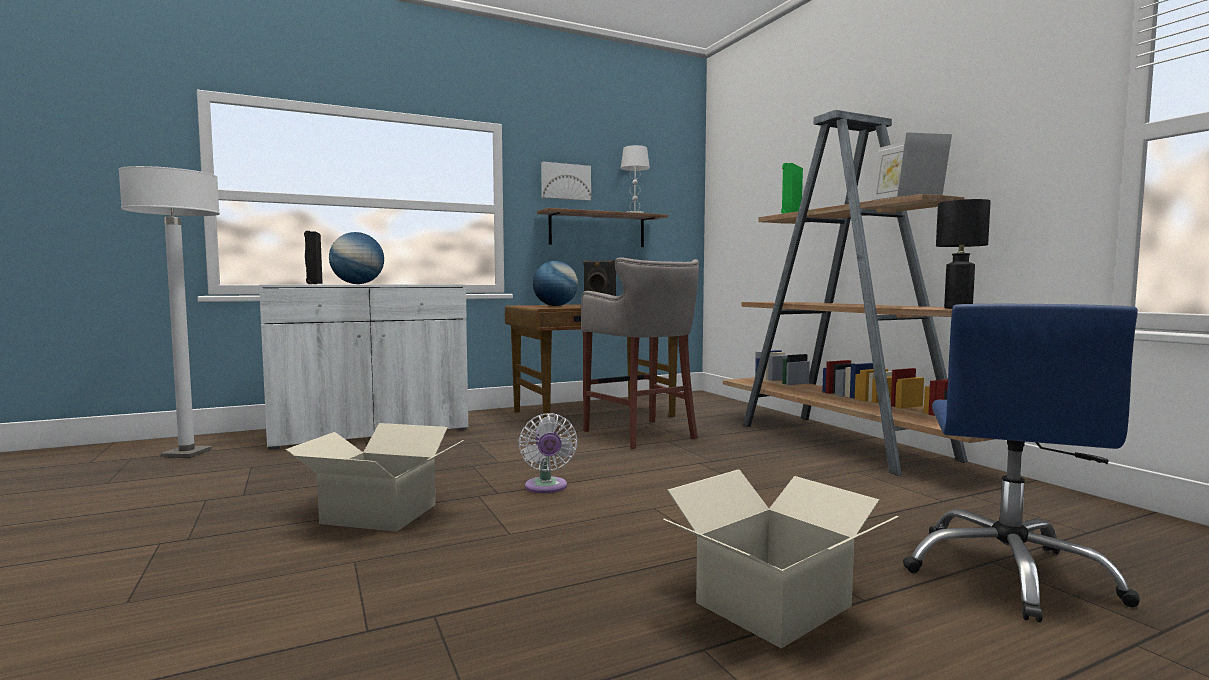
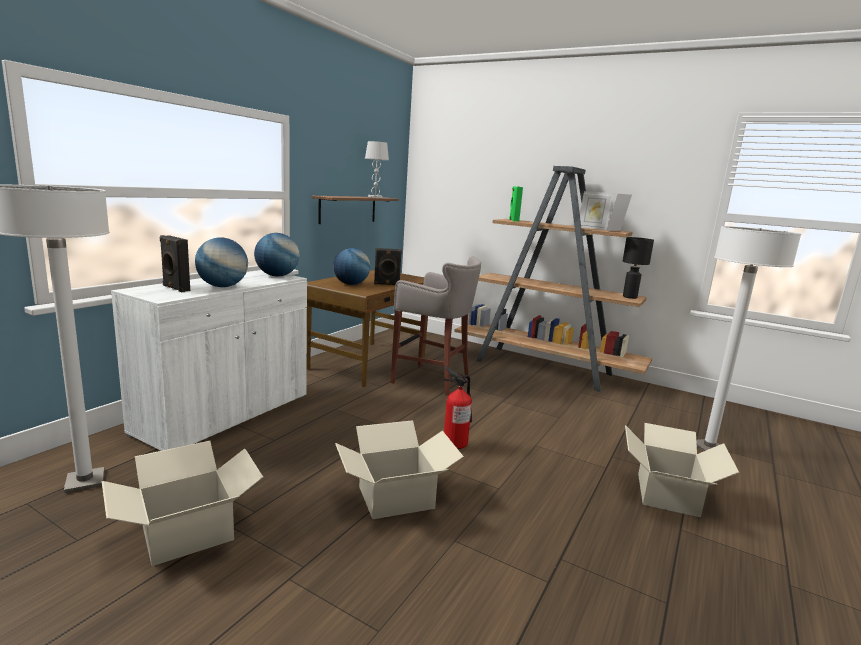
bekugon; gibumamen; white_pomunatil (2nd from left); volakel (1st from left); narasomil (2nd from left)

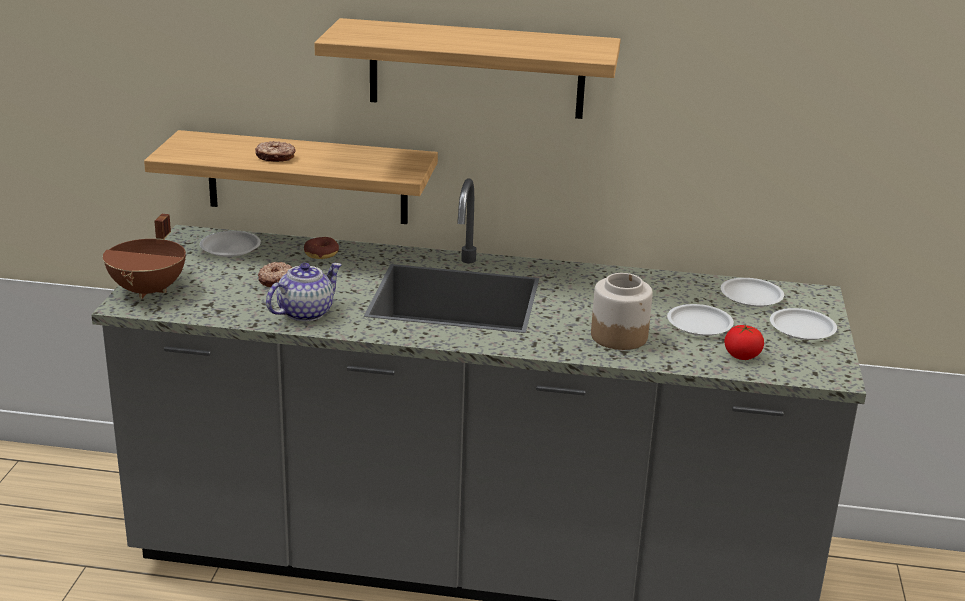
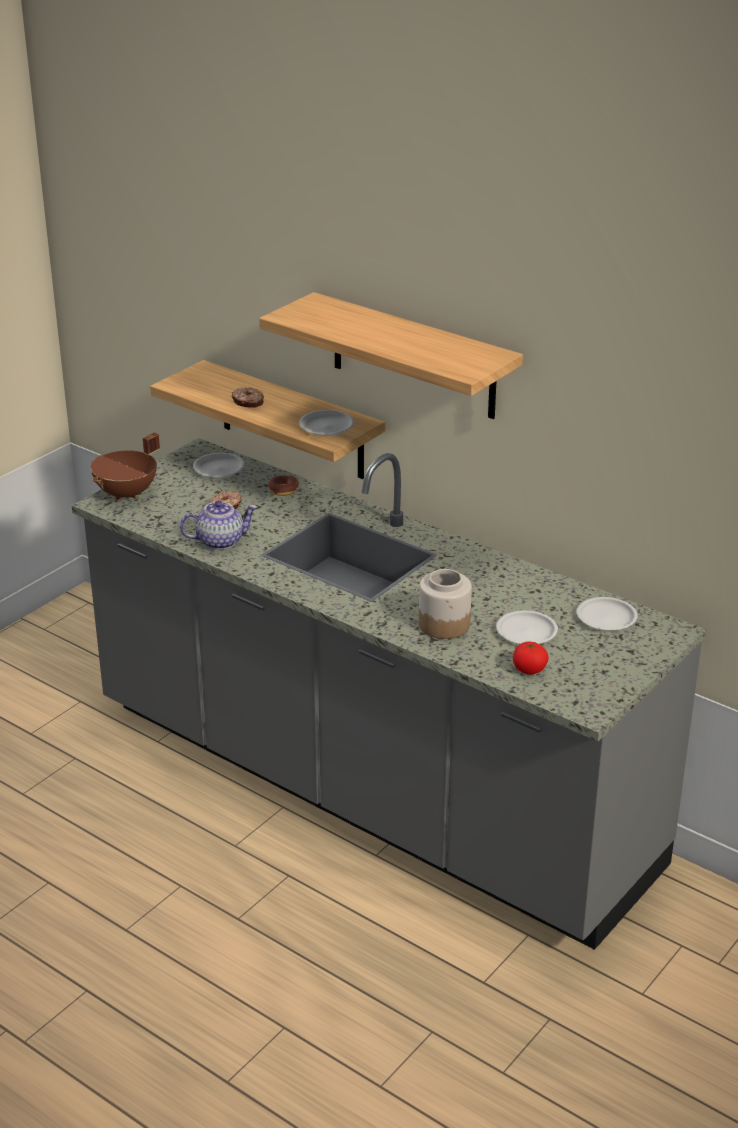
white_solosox (2nd from left)

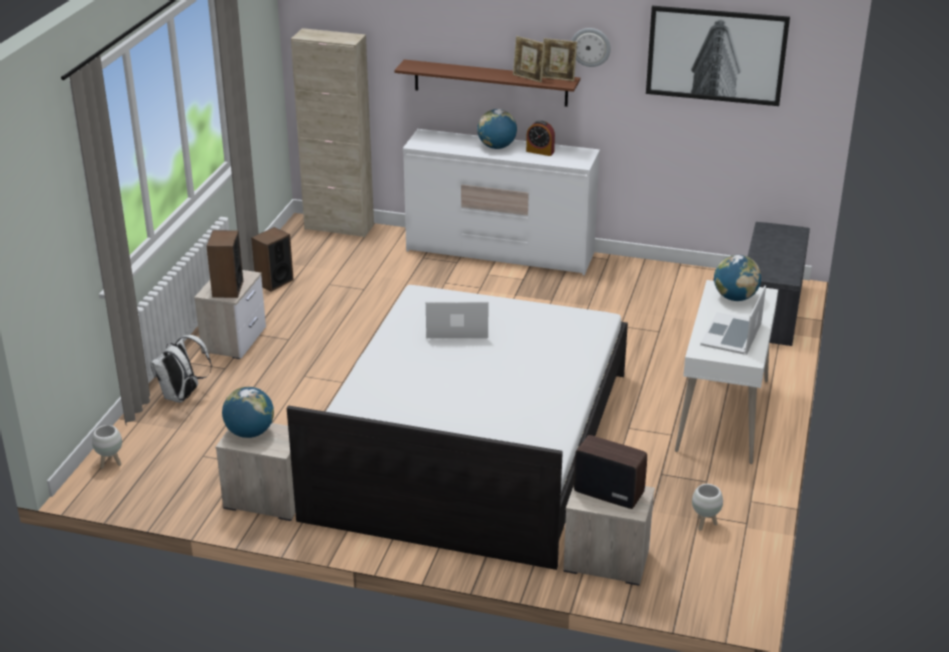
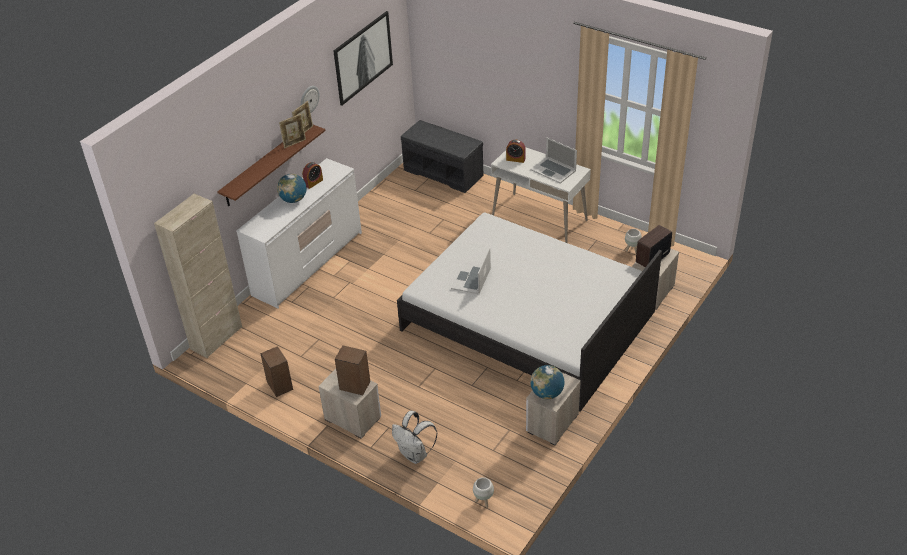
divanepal (2nd from left)

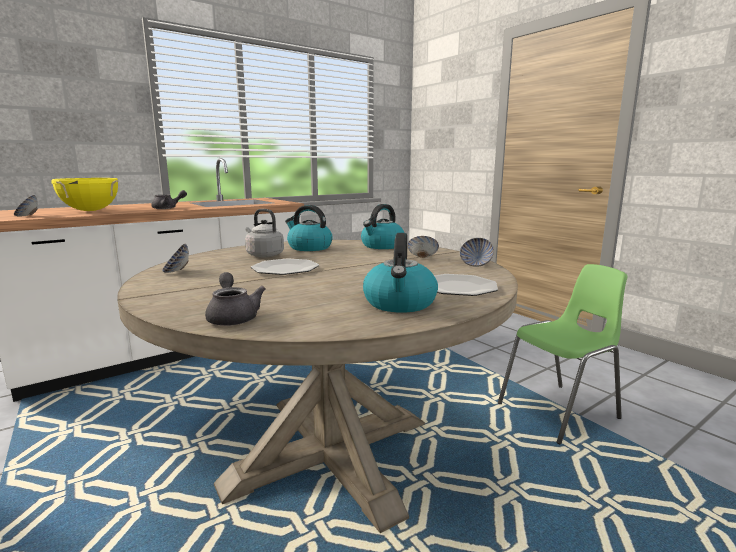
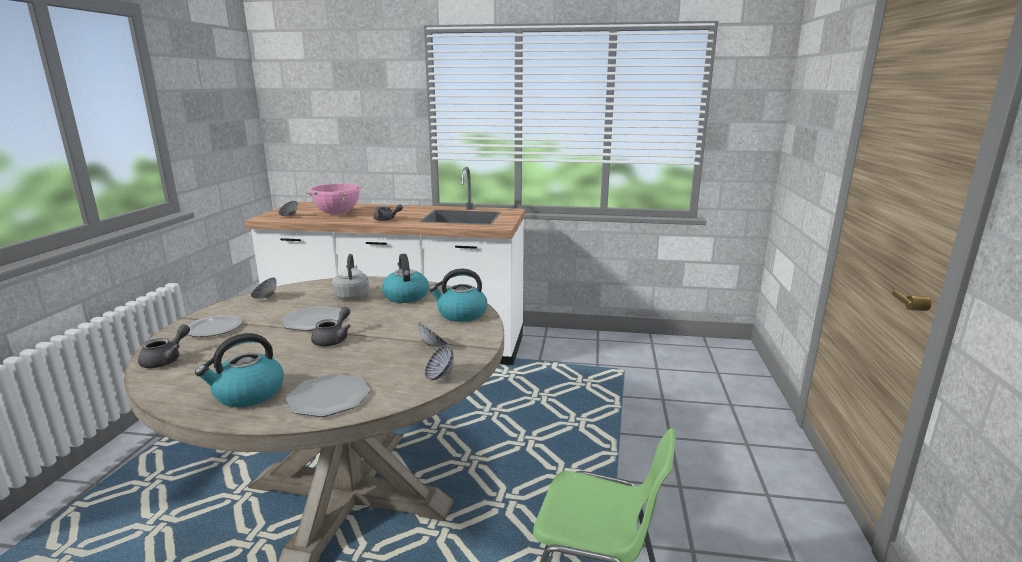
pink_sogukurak; solosox (1st from left); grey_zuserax (2nd from left)

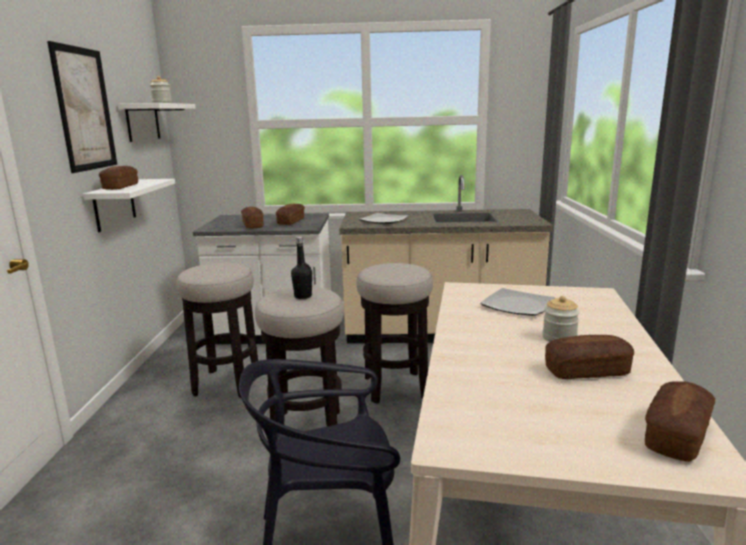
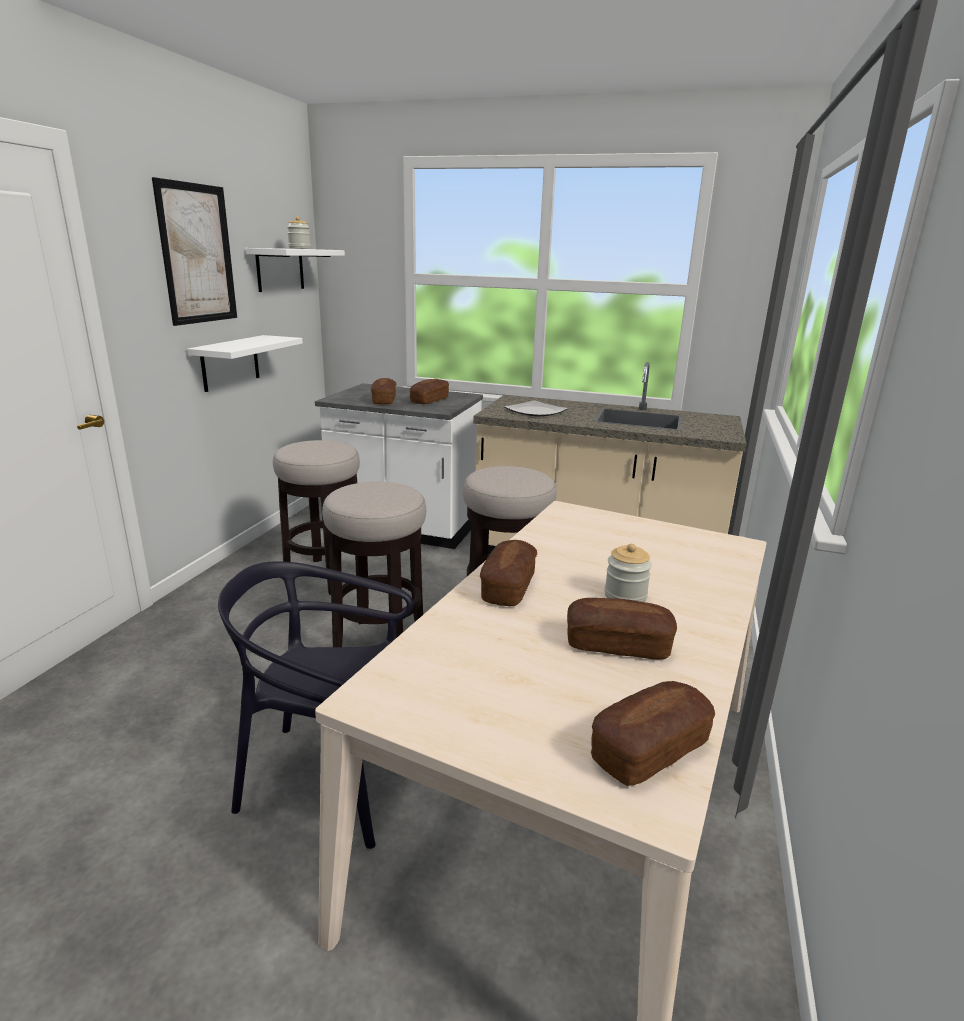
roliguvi (3rd from left); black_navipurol; solosox (2nd from left in the first image)

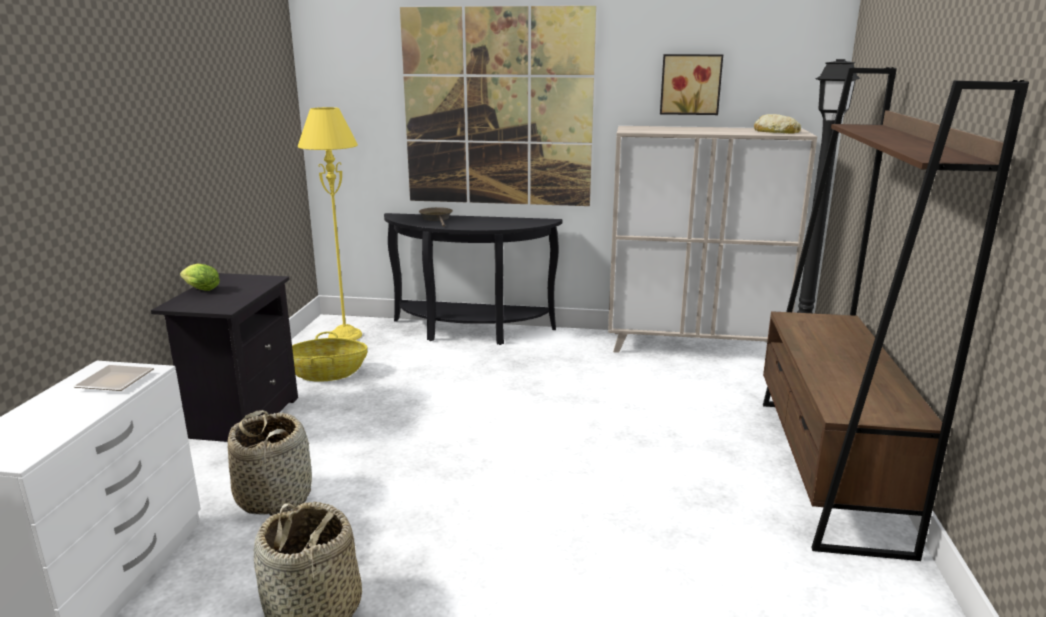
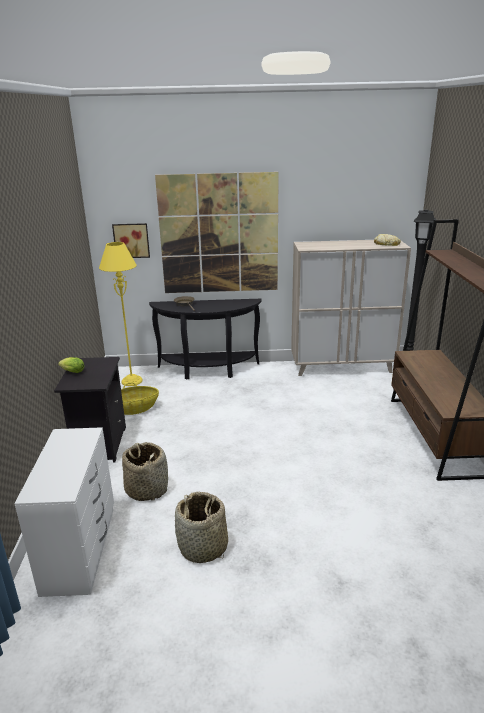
solosox; gibumamen (1st from left)

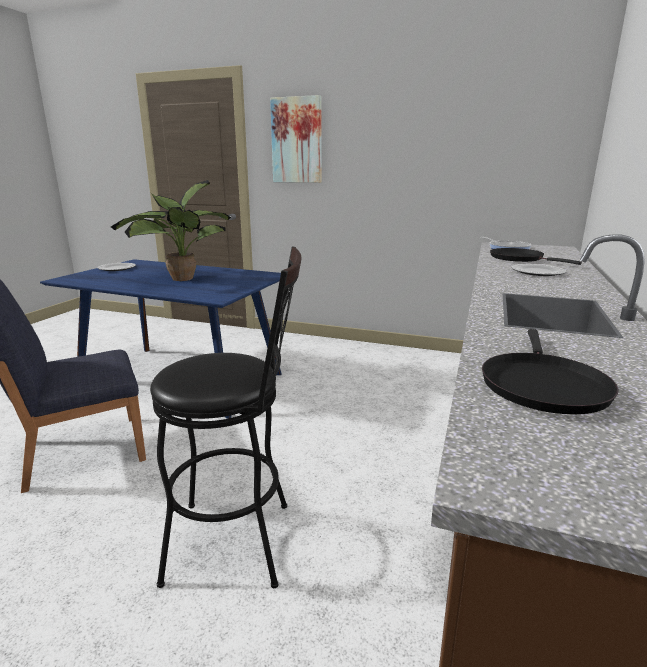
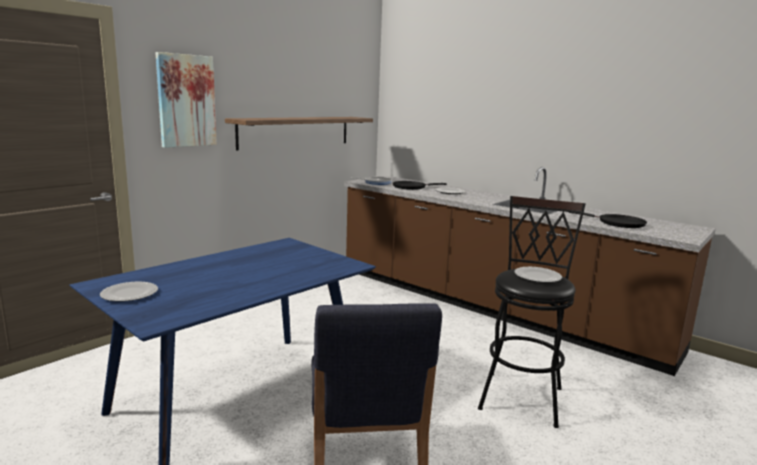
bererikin; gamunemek; solosox (3rd from left)

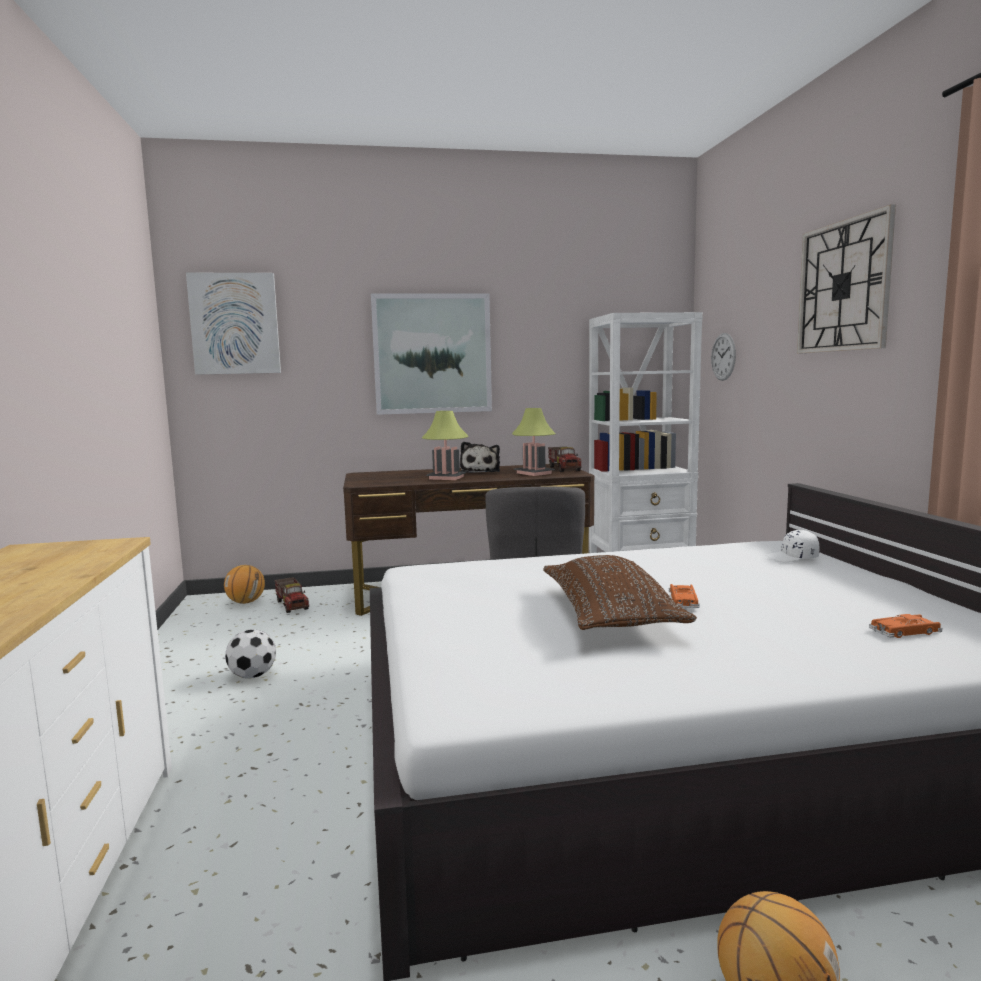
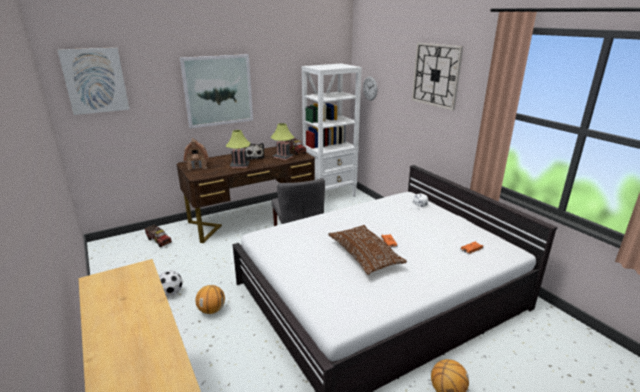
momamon (1st from left); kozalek

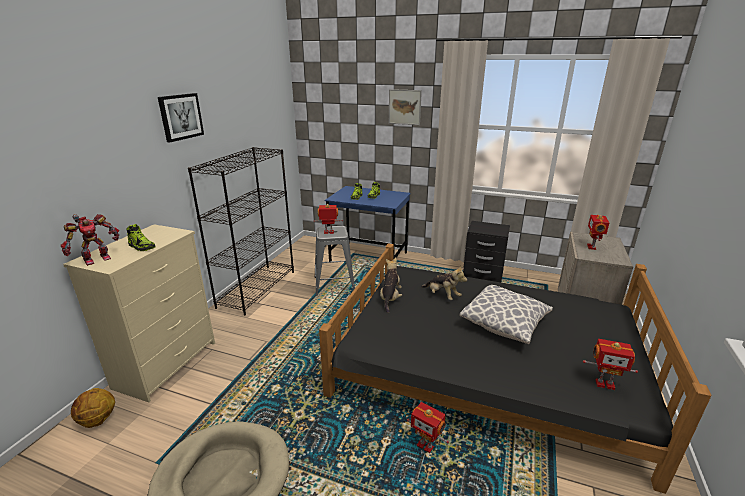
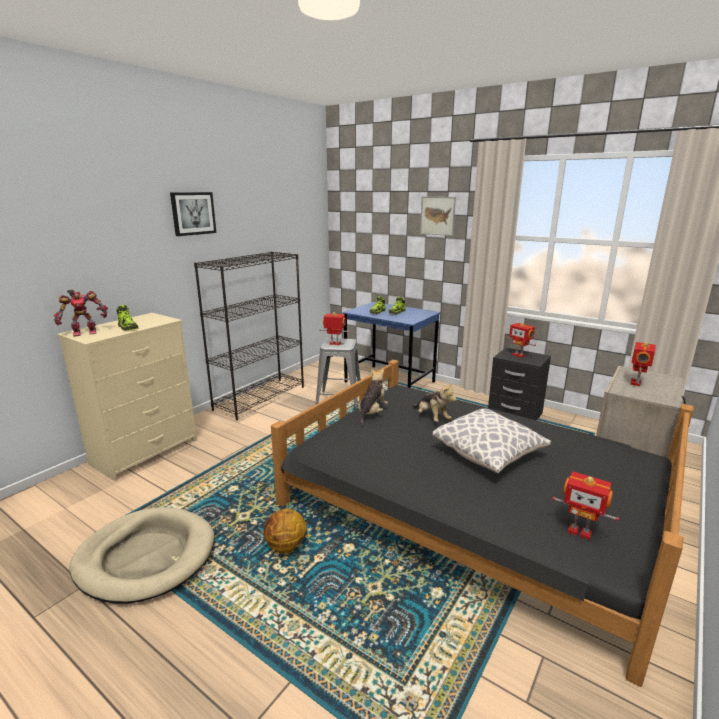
momamon; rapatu (3rd from left)

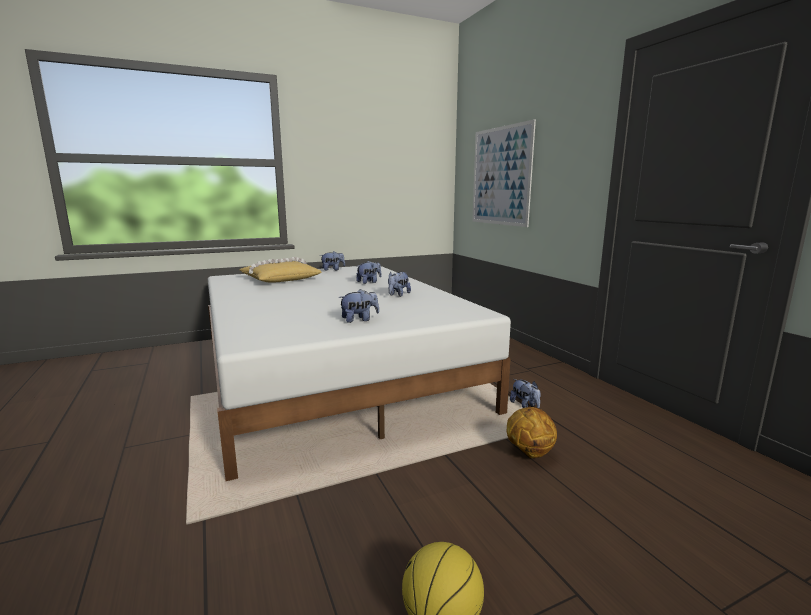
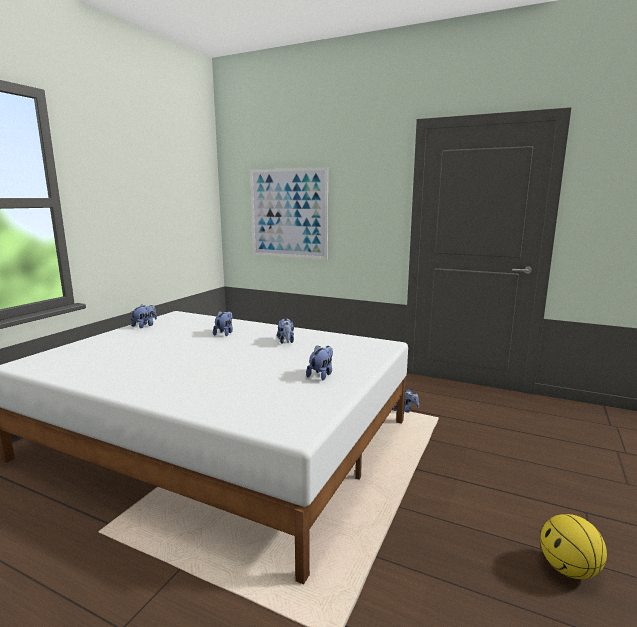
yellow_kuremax; momamon (2nd from left in the first image)

